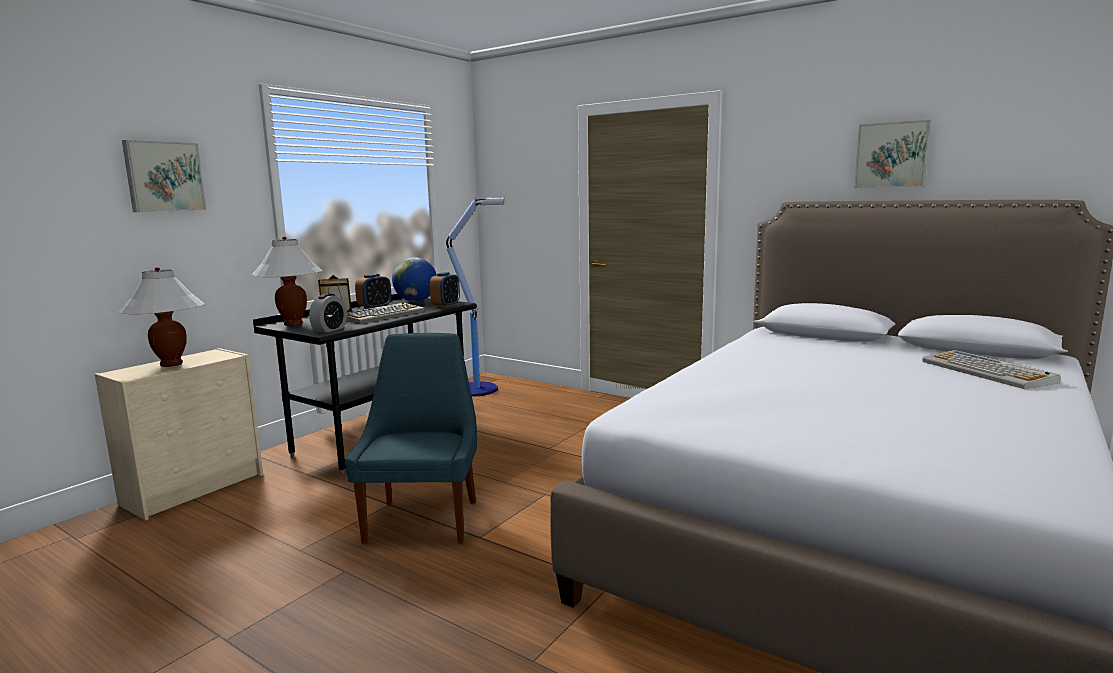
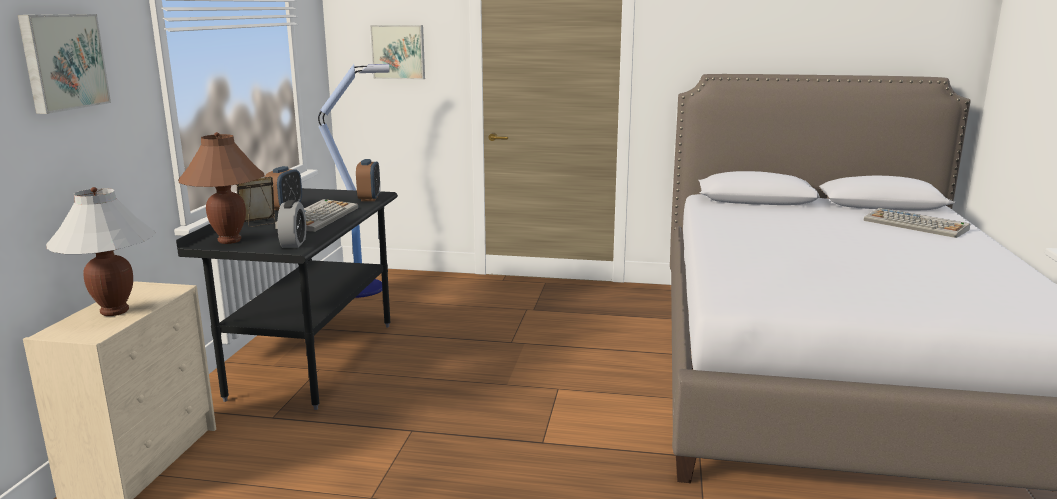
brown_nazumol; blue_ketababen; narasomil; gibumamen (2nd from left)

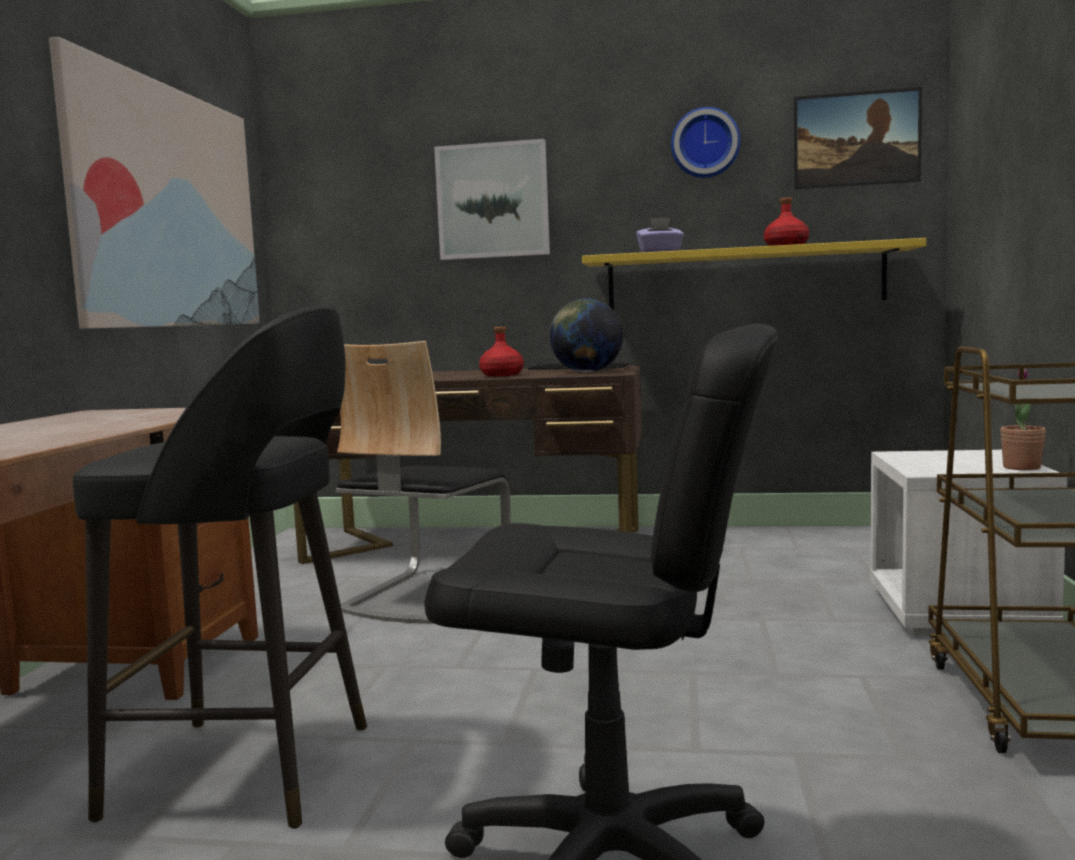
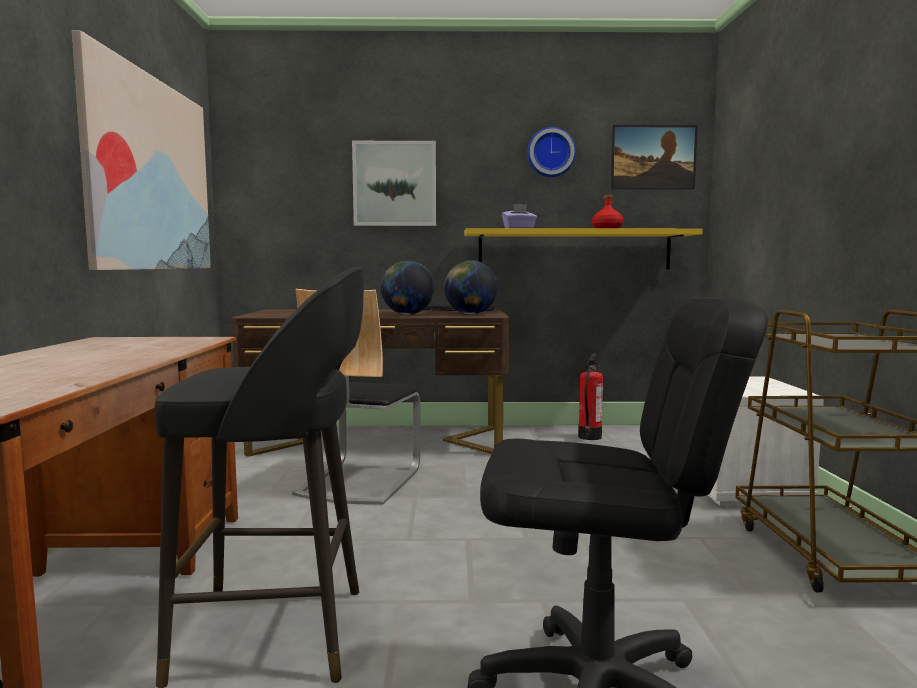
narasomil (1st from left); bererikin; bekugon

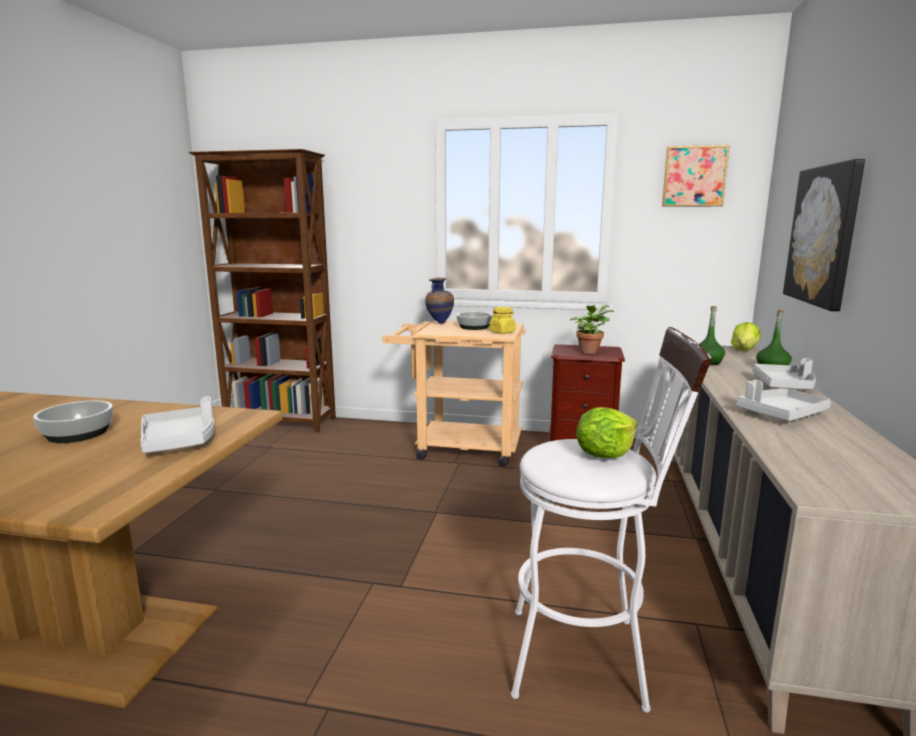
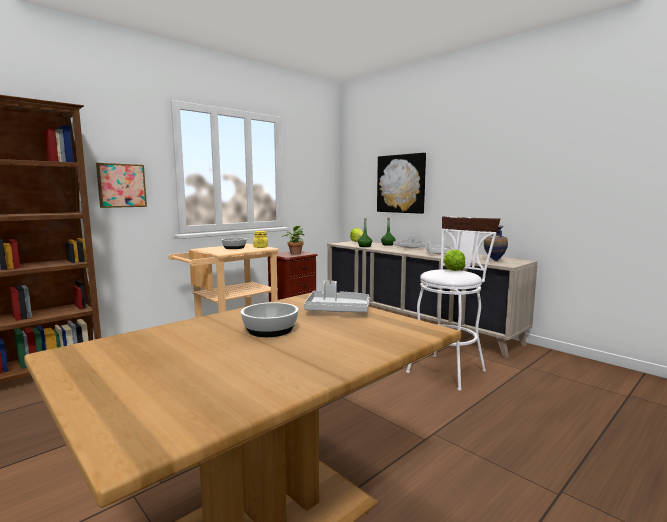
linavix; gibumamen (1st from left)

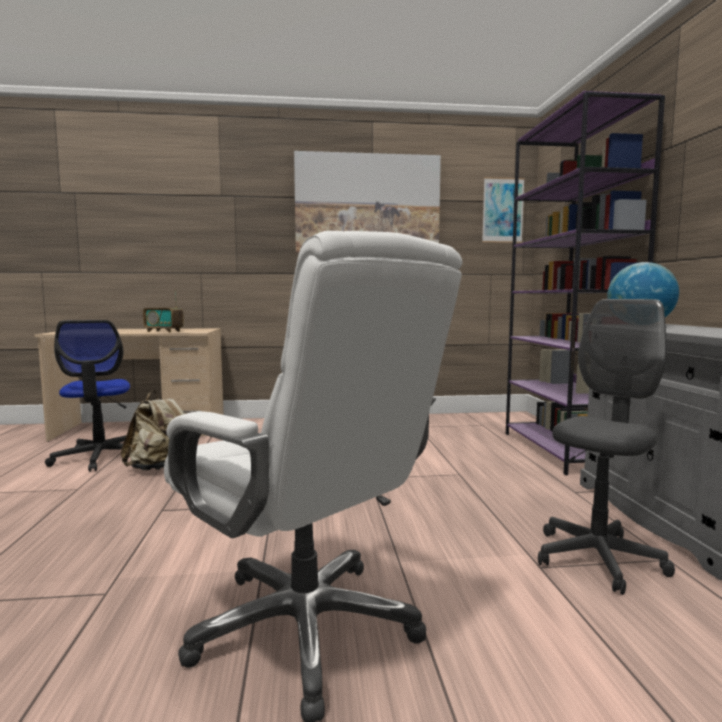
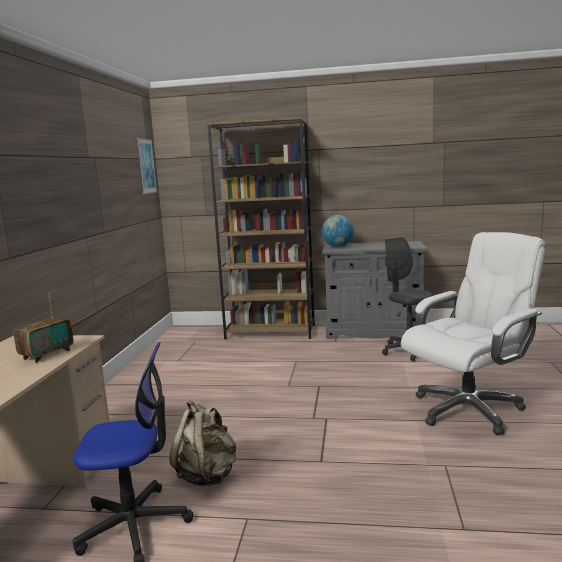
gibumamen (1st from left in the first image); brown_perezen

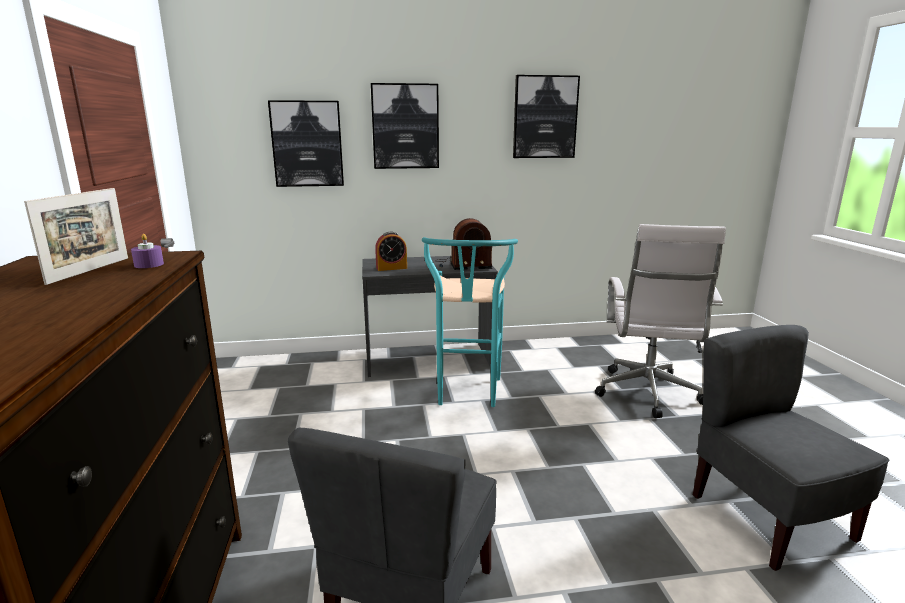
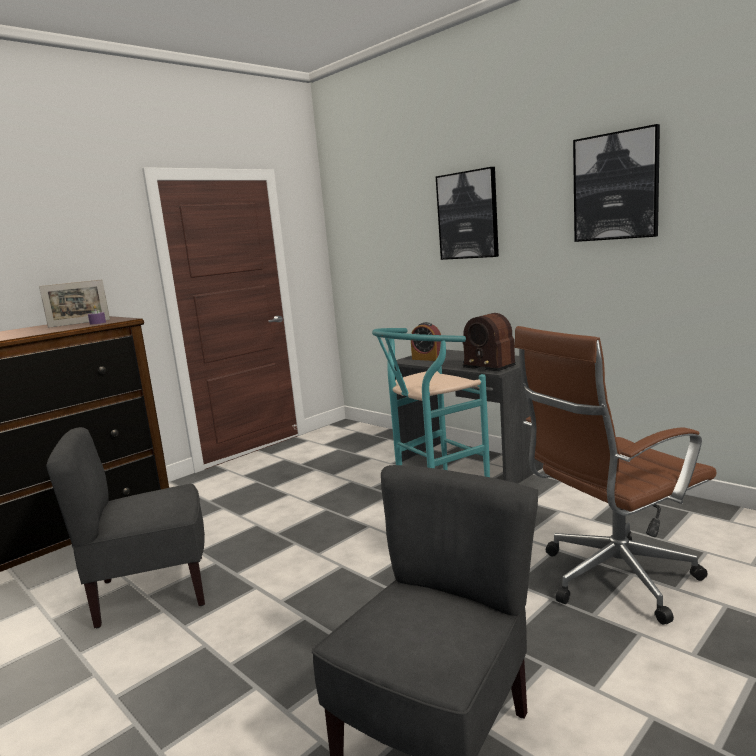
gibumamen (1st from left in the first image); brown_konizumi

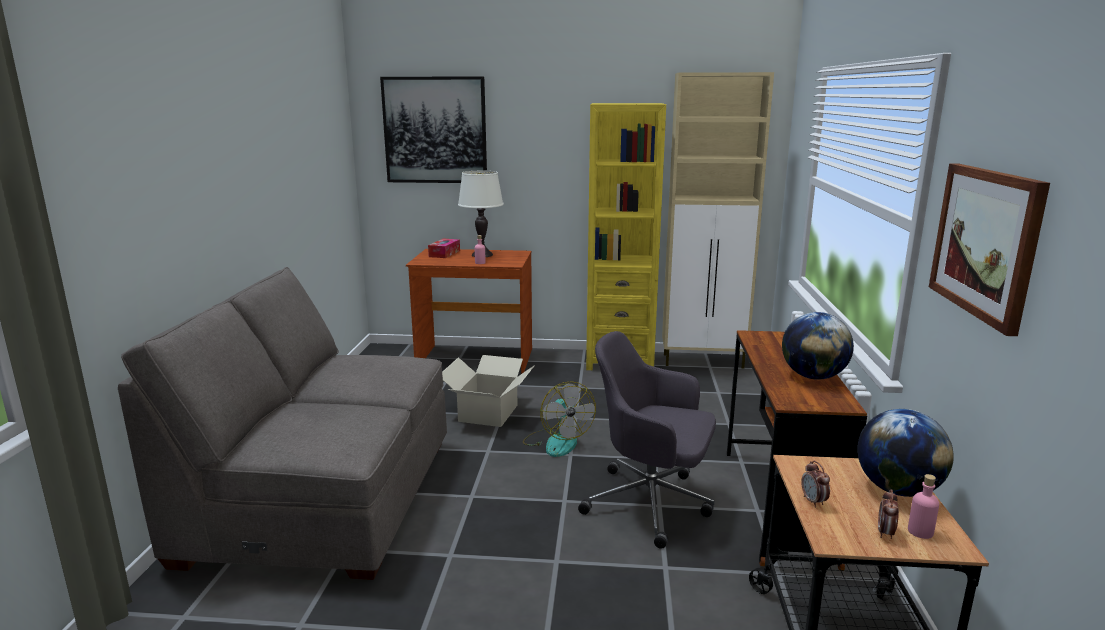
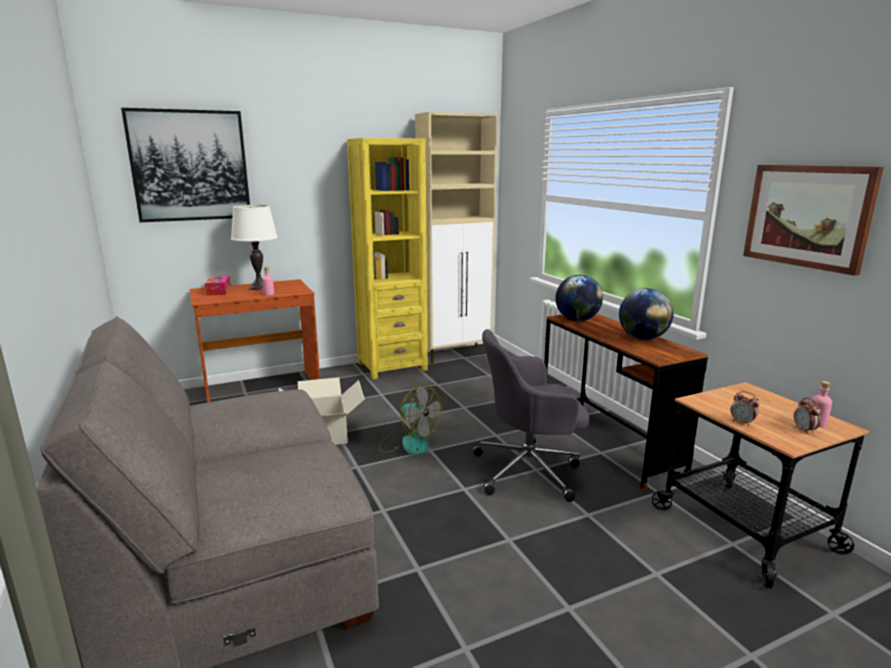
narasomil (1st from left)

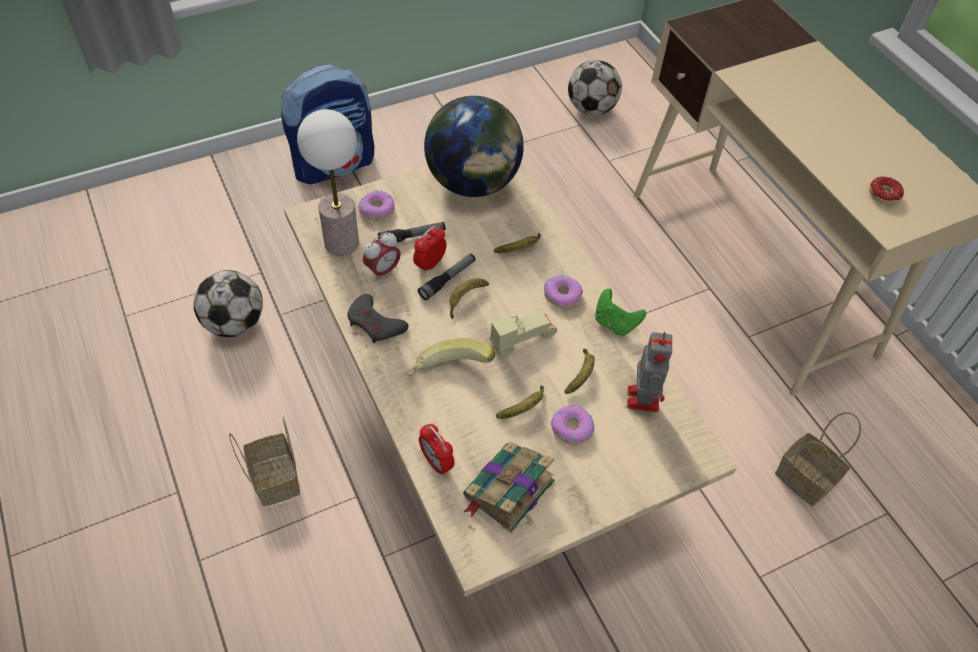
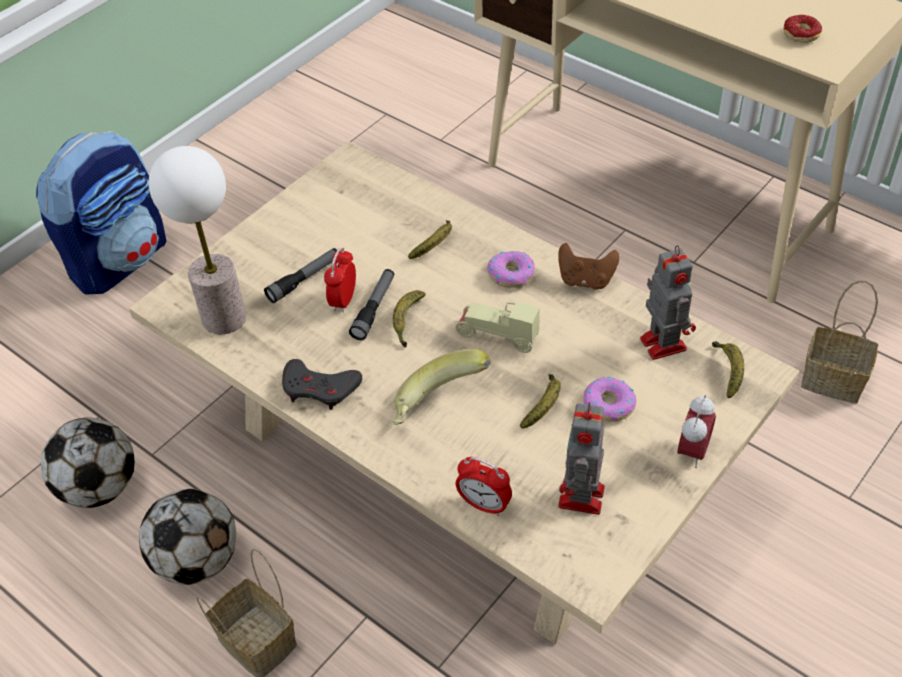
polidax (1st from left in the first image); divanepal (3rd from left); narasomil; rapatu (1st from left); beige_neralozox; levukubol (5th from left); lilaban (2nd from left); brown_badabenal

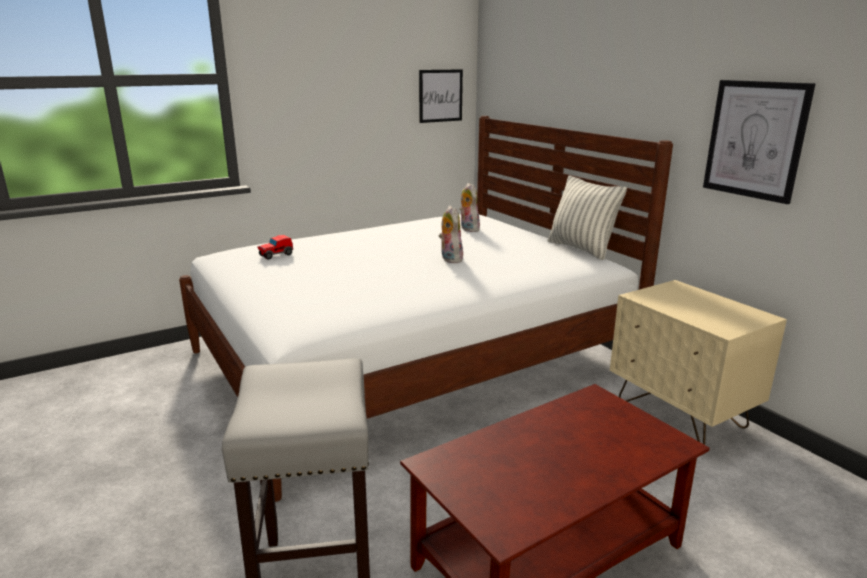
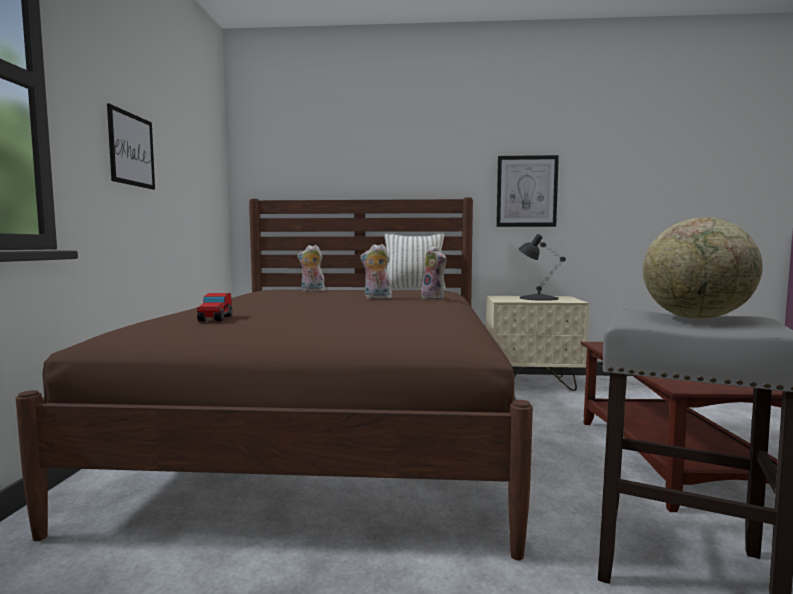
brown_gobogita; gibumamen (1st from left); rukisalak (3rd from left); black_nazumol; narasomil

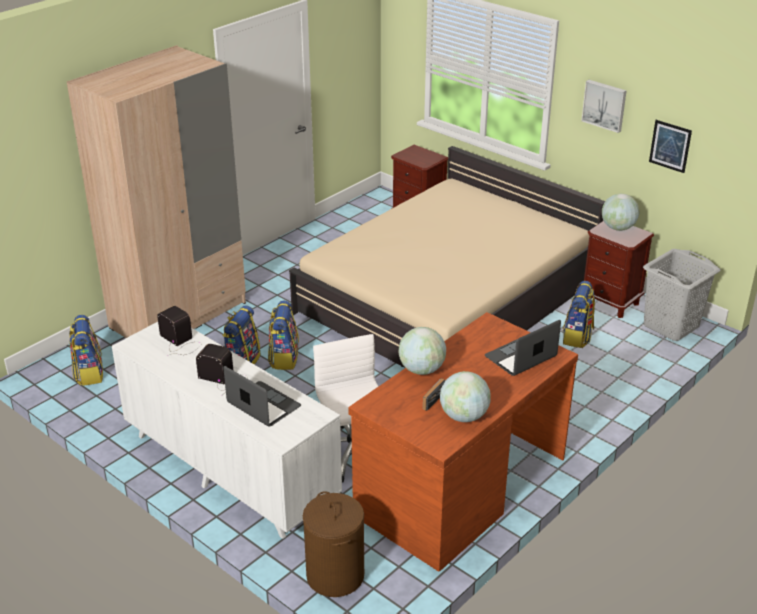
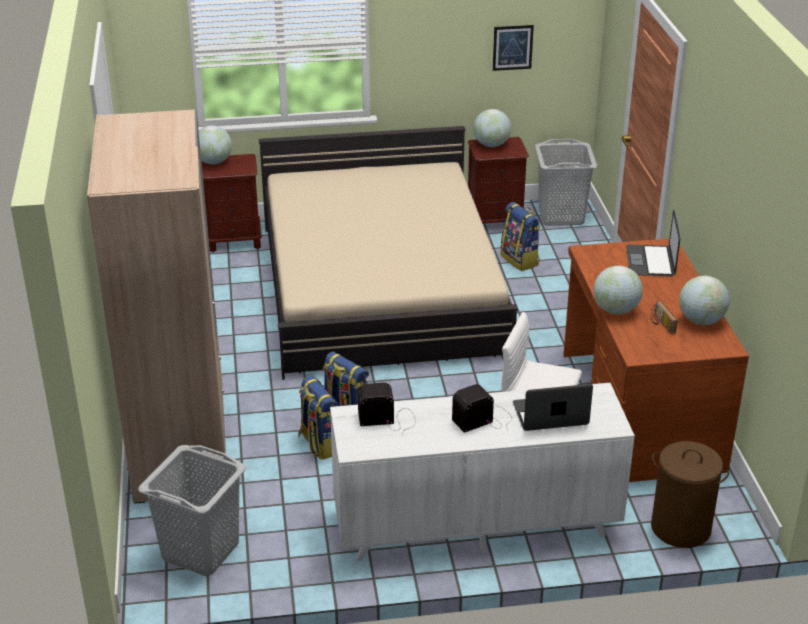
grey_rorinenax (1st from left); gibumamen (1st from left in the first image); narasomil (1st from left)

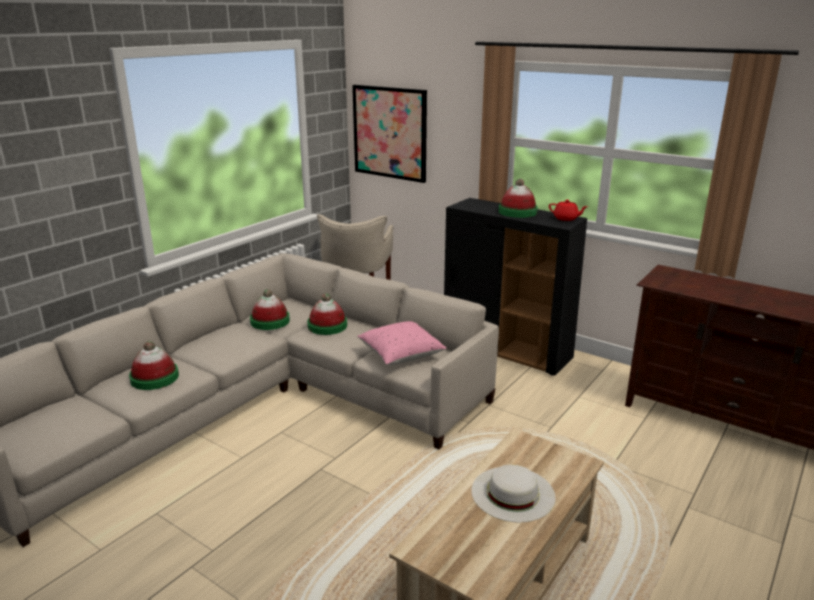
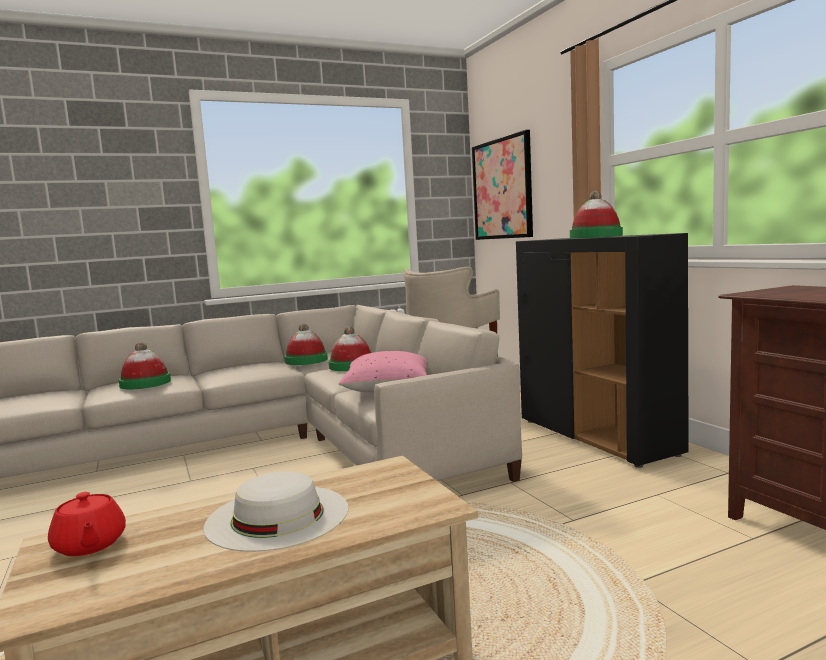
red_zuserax

